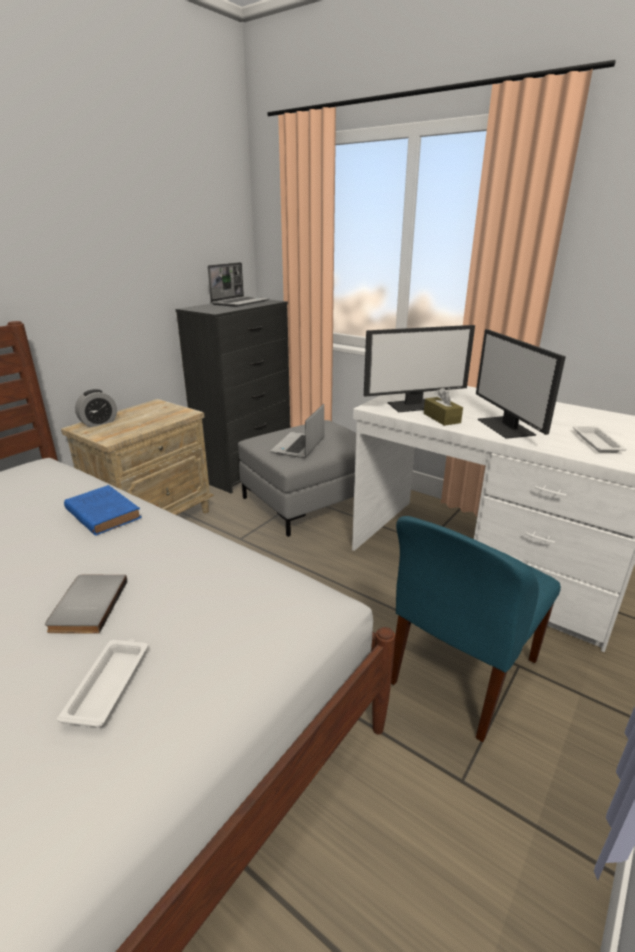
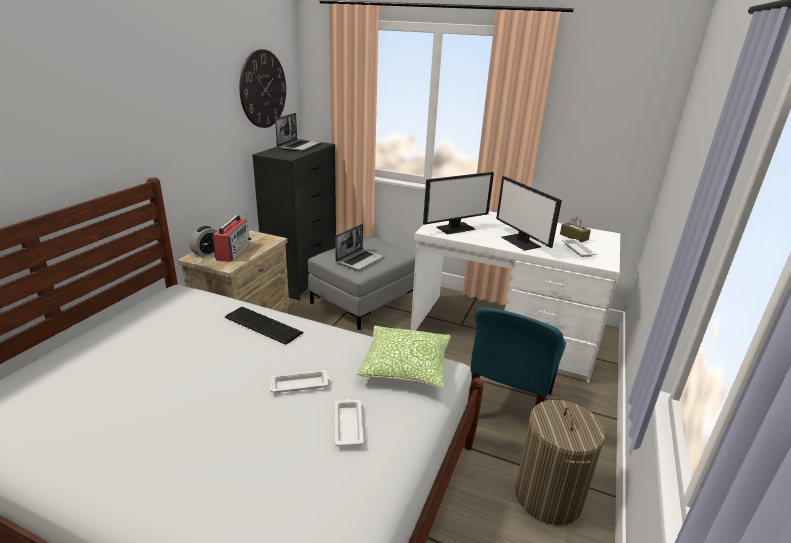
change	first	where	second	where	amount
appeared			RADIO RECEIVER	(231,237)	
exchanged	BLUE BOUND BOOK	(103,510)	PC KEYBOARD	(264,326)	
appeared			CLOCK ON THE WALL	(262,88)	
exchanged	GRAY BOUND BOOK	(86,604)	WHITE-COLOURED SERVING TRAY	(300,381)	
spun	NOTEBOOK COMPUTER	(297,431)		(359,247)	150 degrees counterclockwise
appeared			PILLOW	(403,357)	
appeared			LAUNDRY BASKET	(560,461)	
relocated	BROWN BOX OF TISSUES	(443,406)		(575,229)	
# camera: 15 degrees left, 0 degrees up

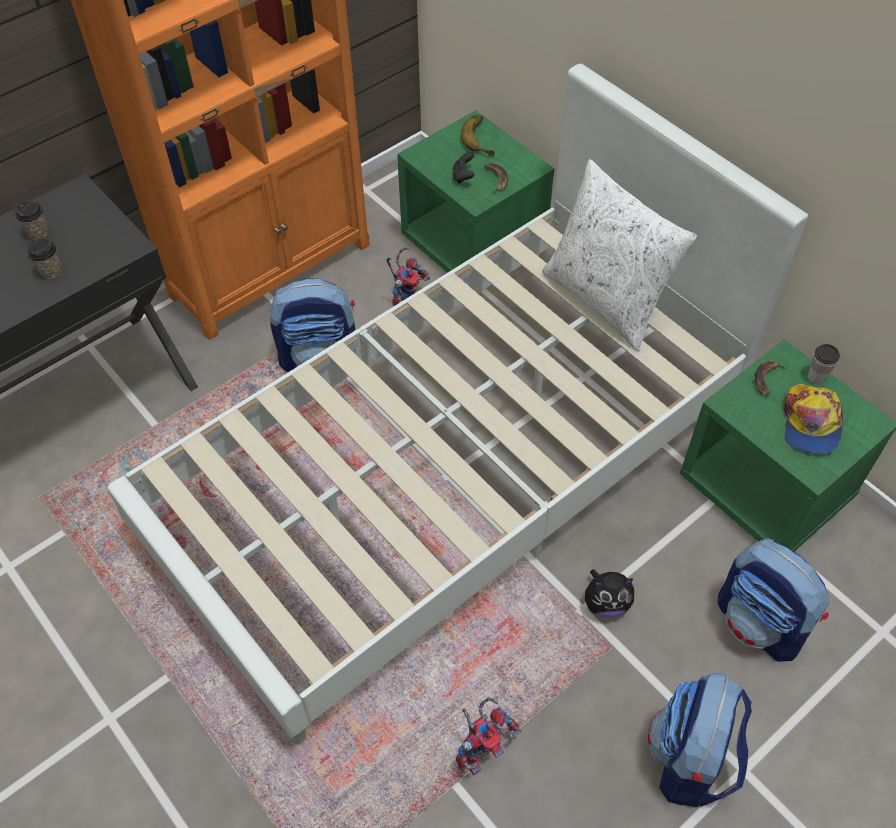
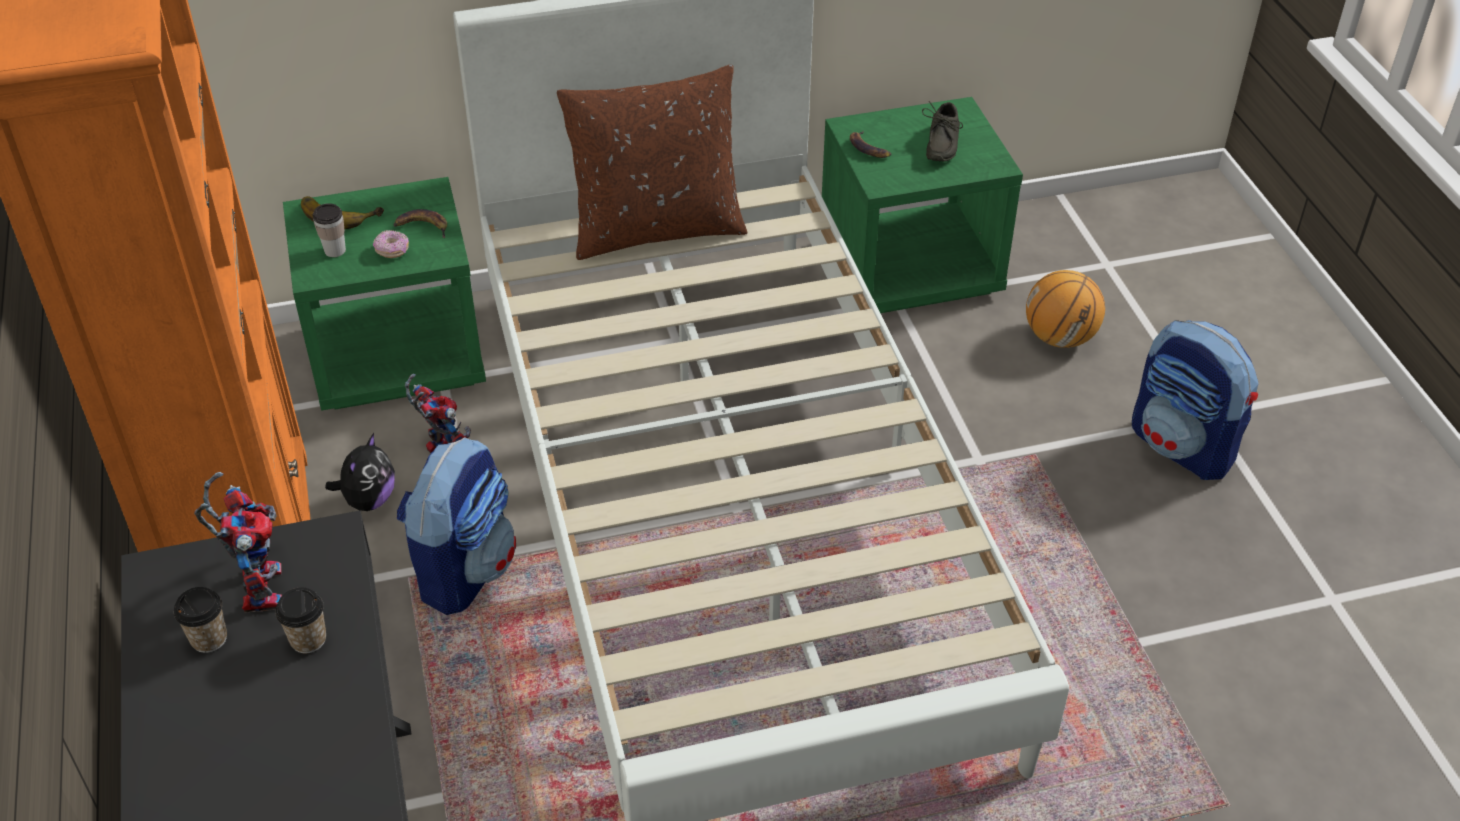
change	first	where	second	where	amount
relocated	TOY ROBOT	(488,736)		(238,542)	
relocated	SMALL CUP	(824,364)		(329,230)	
relocated	PLUSH TOY	(609,593)		(360,472)	
exchanged	BLACKISH GAMEPAD	(464,168)	DONUT	(391,244)	
colour	WHITE-COLOURED PILLOW	(619,255)	BROWN PILLOW	(652,162)	
exchanged	PEAKED CAP	(813,418)	GRAY LOW SHOE	(942,131)	
exchanged	KNAPSACK	(774,600)	BASKETBALL BALL	(1065,309)	
# camera: 65 degrees left, 10 degrees down

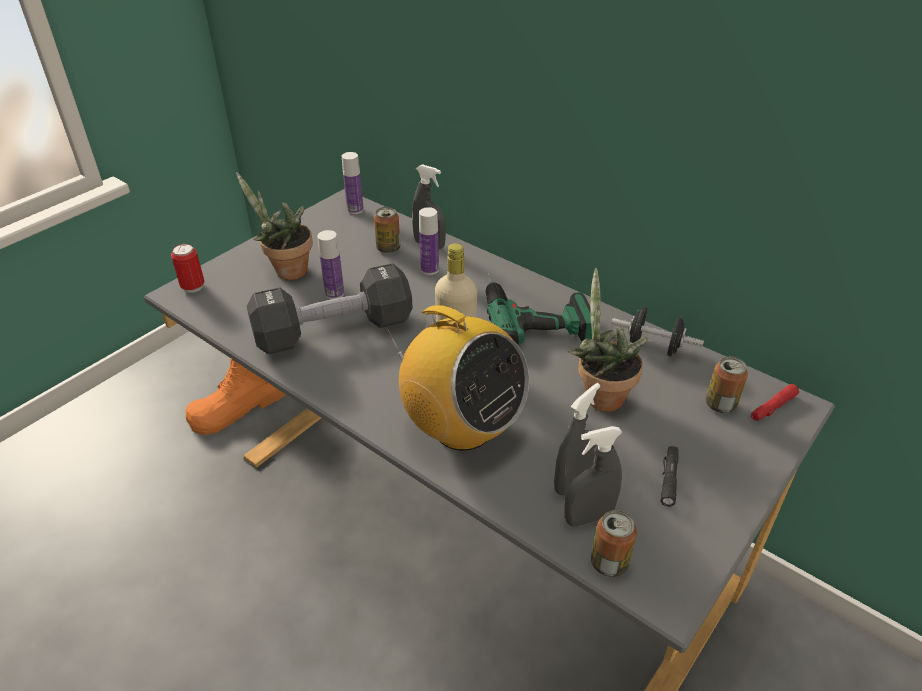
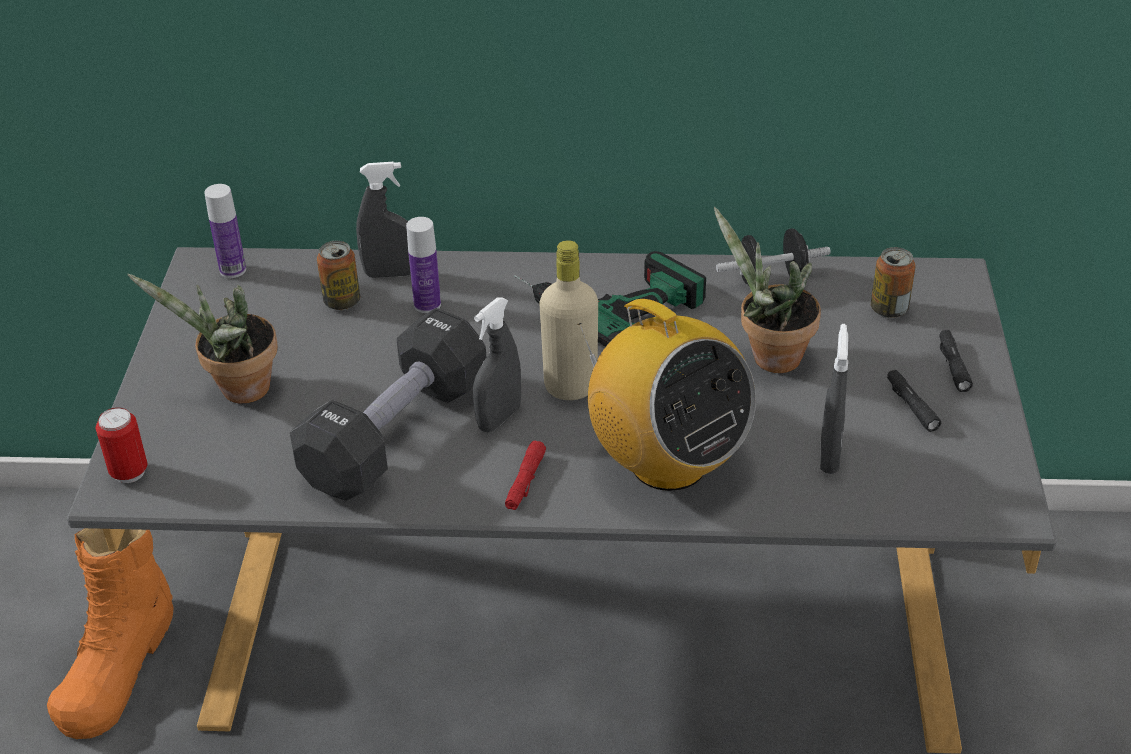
change	first	where	second	where	amount
relocated	GRAY SPRAY BOTTLE	(593,476)		(497,364)	
relocated	RED TORCH	(775,402)		(525,475)	
spun	RADIO RECEIVER	(458,378)		(667,395)	45 degrees clockwise
appeared			BLACKISH TORCH	(956,361)	
missing	BEVERAGE BOTTLE	(330,264)			
missing	SEALED CAN	(614,543)			
# camera: 35 degrees left, 0 degrees up

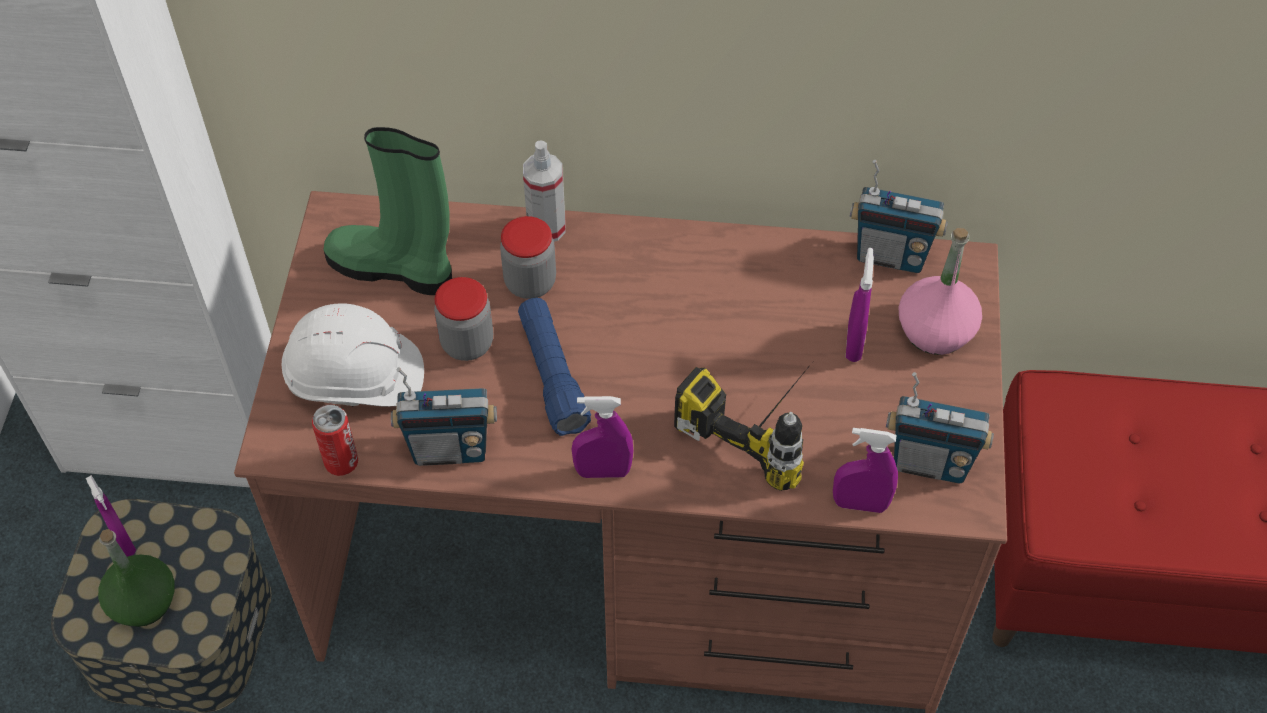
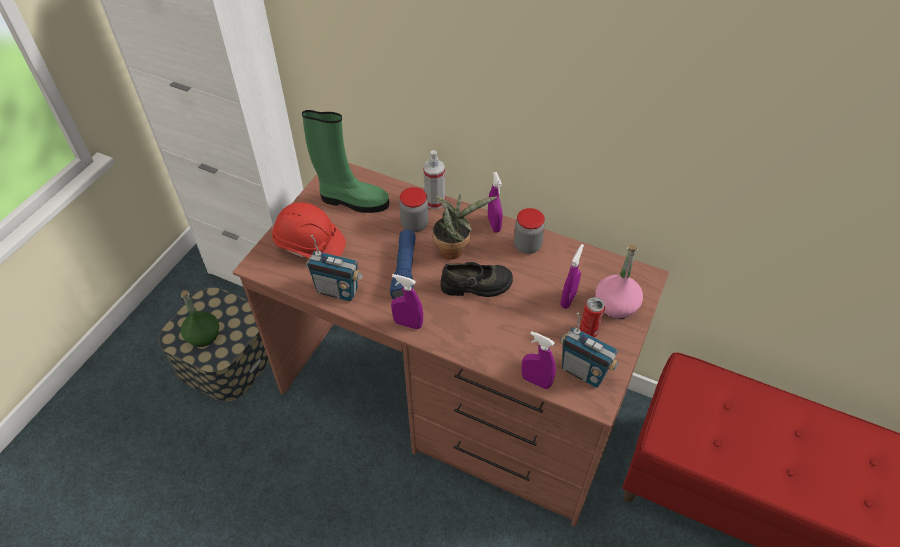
change	first	where	second	where	amount
colour	WHITE-COLOURED HARD HAT	(353,355)	RED HARD HAT	(309,230)	
spun	GREEN-COLOURED HIGH-TOP BOOT	(387,211)		(345,161)	150 degrees clockwise
appeared			POTTED PLANT	(464,227)	
appeared			BLACKISH LOW SHOE	(477,279)	
relocated	PURPLE-COLOURED SPRAY BOTTLE	(111,516)		(495,202)	
relocated	PRESERVE JAR	(463,319)		(529,231)	
relocated	SEALED CAN	(335,440)		(592,317)	
missing	ELECTRIC DRILL	(742,427)			
missing	RADIO RECEIVER	(899,216)			
# camera: 20 degrees right, 5 degrees down

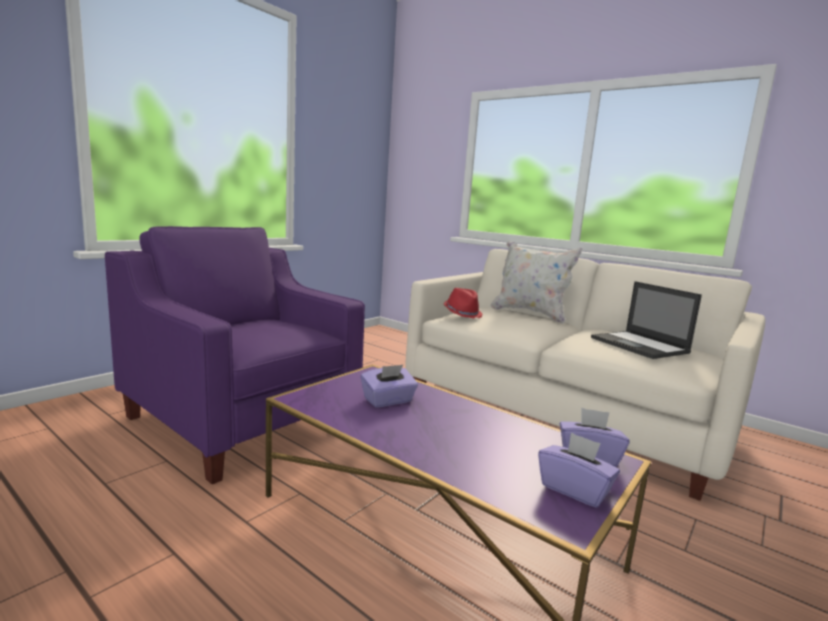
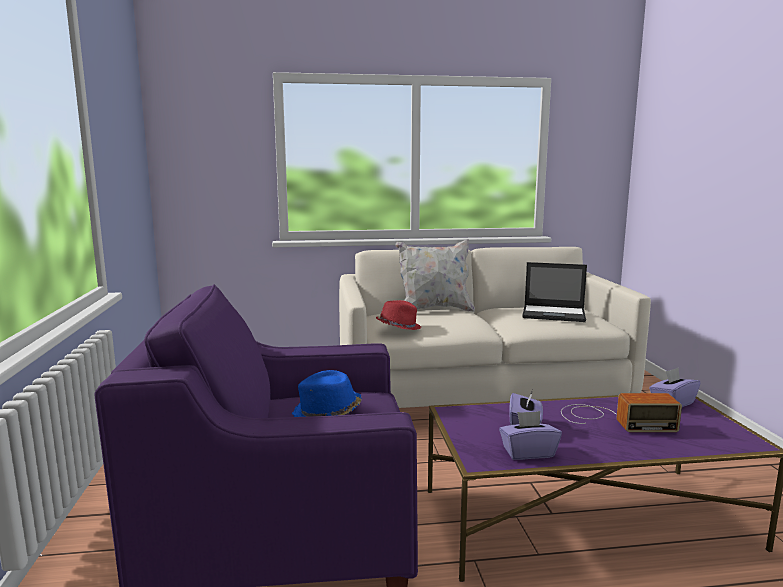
change	first	where	second	where	amount
appeared			BLUE CLOTHING HAT	(327,393)	
relocated	PURPLE-COLOURED BOX OF TISSUES	(579,470)		(530,435)	
appeared			RADIO RECEIVER	(621,412)	
# camera: 45 degrees left, 0 degrees up

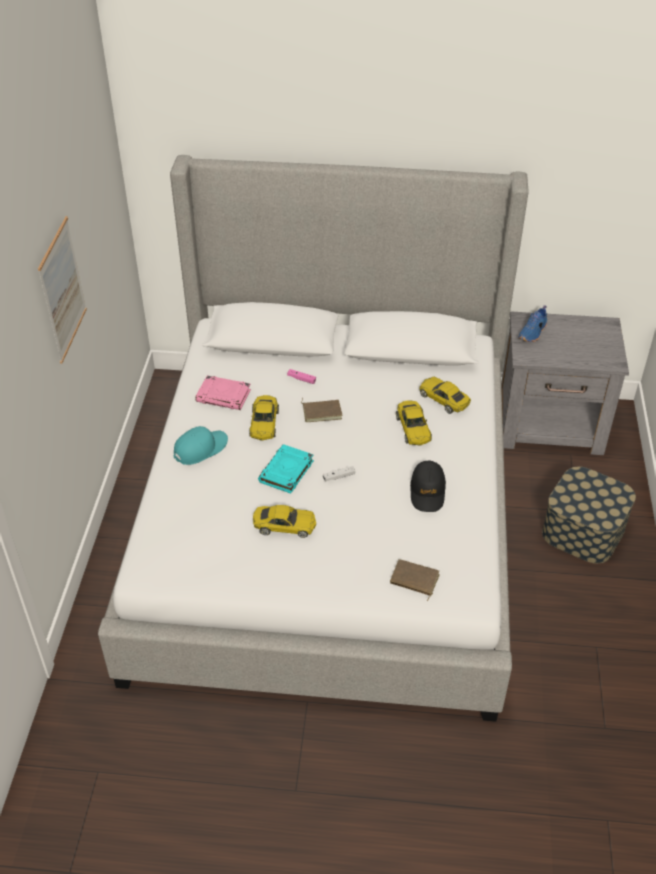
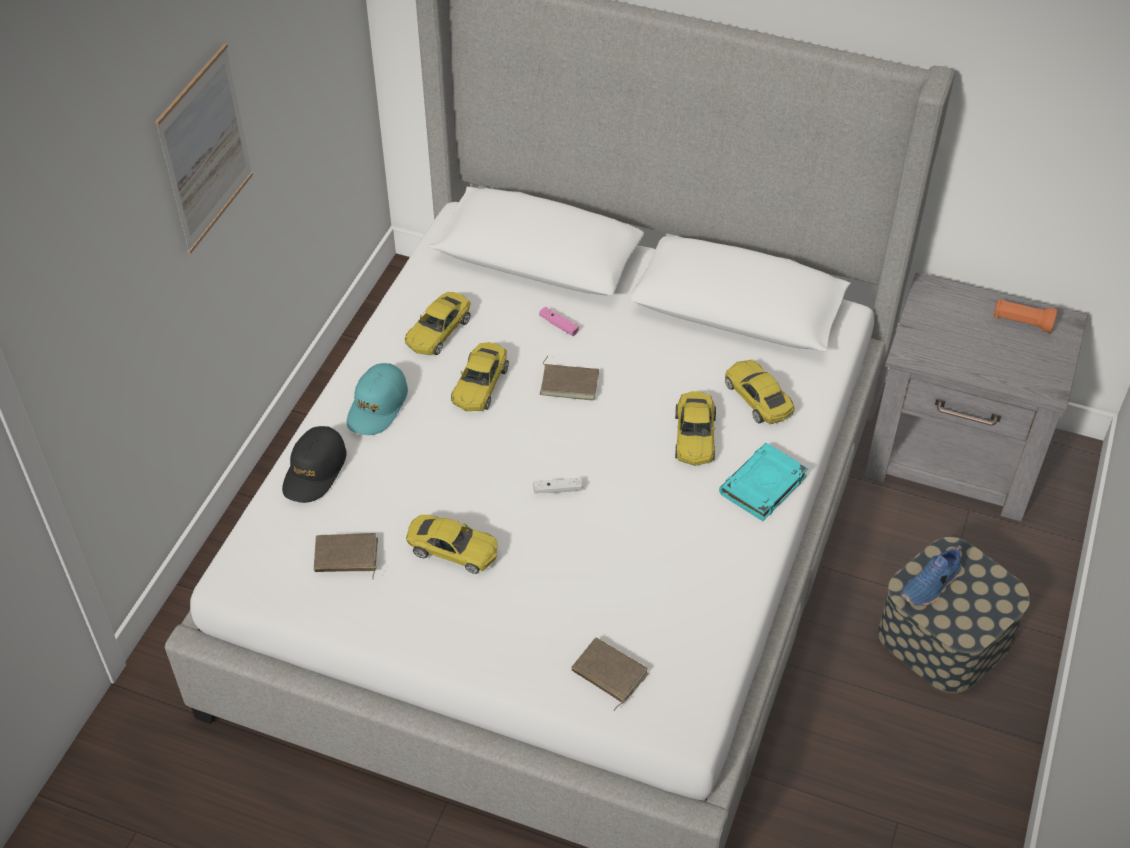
change	first	where	second	where	amount
relocated	BLACKISH PEAKED CAP	(428,486)		(314,464)	
appeared			BROWN BOUND BOOK	(346,556)	
spun	TURQUOISE-COLOURED PEAKED CAP	(200,445)		(377,399)	135 degrees clockwise
exchanged	PINK BOUND BOOK	(223,392)	YELLOW TOY CAR	(438,323)	
relocated	TURQUOISE-COLOURED BOUND BOOK	(286,469)		(763,482)	
relocated	BLUE LOW SHOE	(532,323)		(932,575)	
appeared			ORANGE-COLOURED TORCH	(1025,316)	
# camera: 15 degrees right, 5 degrees up

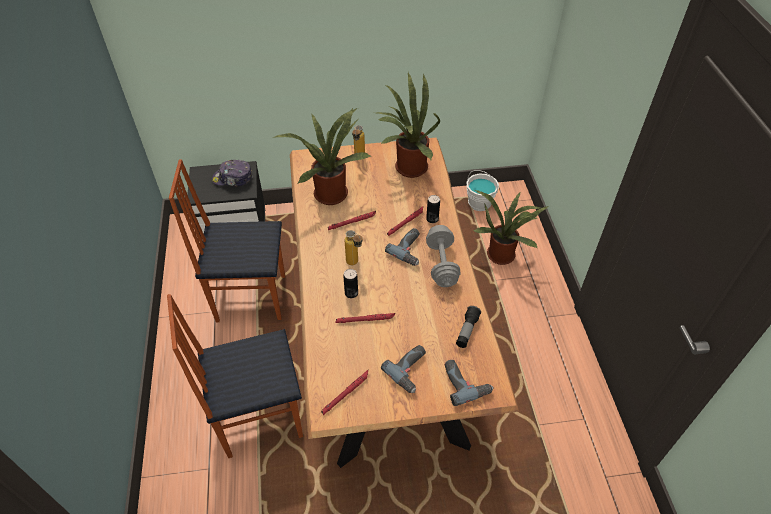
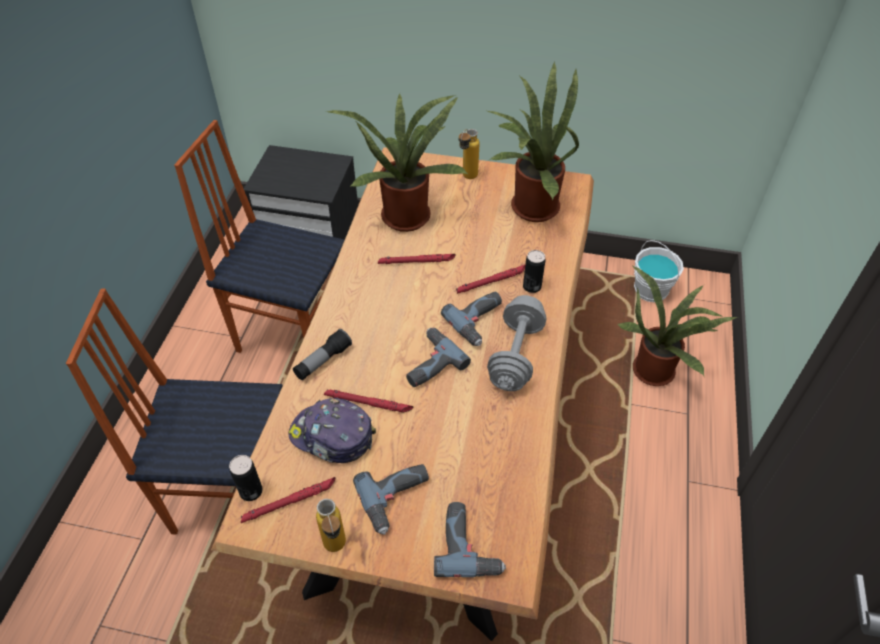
change	first	where	second	where	amount
relocated	SEALED CAN	(350,283)		(246,478)	
relocated	PEAKED CAP	(232,173)		(332,430)	
relocated	TORCH	(468,327)		(322,354)	
relocated	BEVERAGE BOTTLE	(353,247)		(331,525)	
appeared			ELECTRIC DRILL	(438,357)	
# camera: 20 degrees right, 0 degrees up

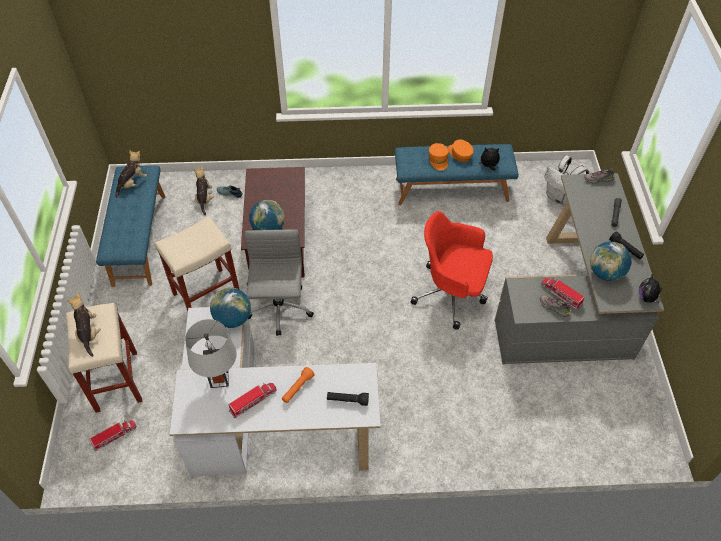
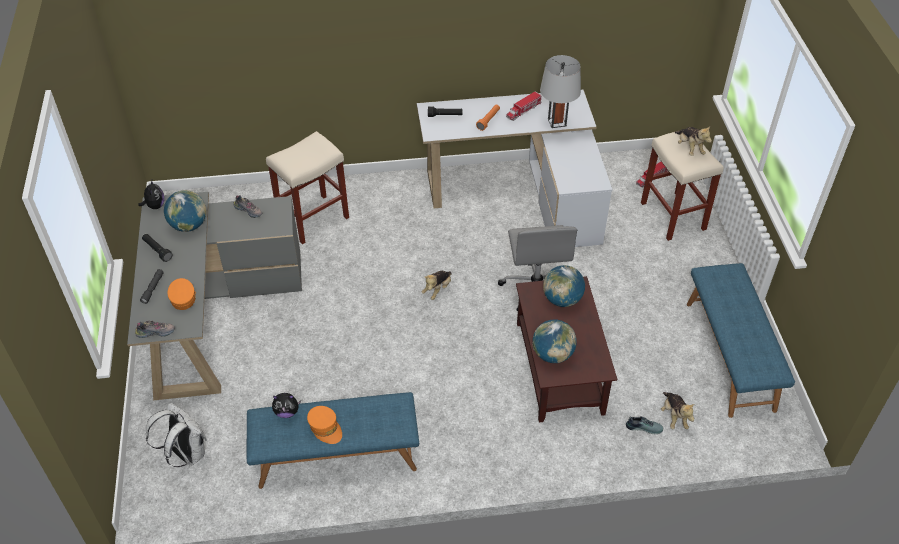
change	first	where	second	where	amount
relocated	ORANGE-COLOURED PEAKED CAP	(439,157)		(181,294)	
relocated	BEIGE STOOL	(197,263)		(307,187)	
relocated	PLUSH TOY	(131,174)		(436,285)	
relocated	WORLD GLOBE	(230,308)		(554,341)	
missing	RED OFFICE CHAIR	(451,270)			
missing	TOY TRUCK	(563,294)			
# camera: 175 degrees right, 5 degrees down

